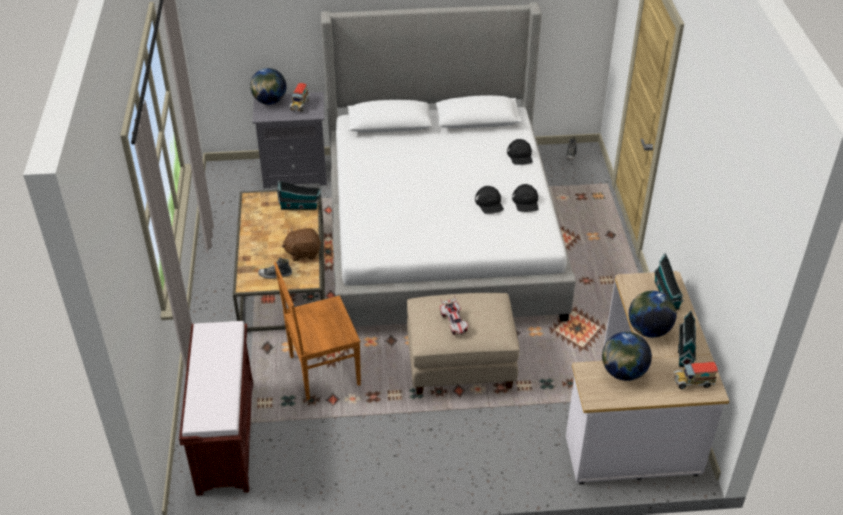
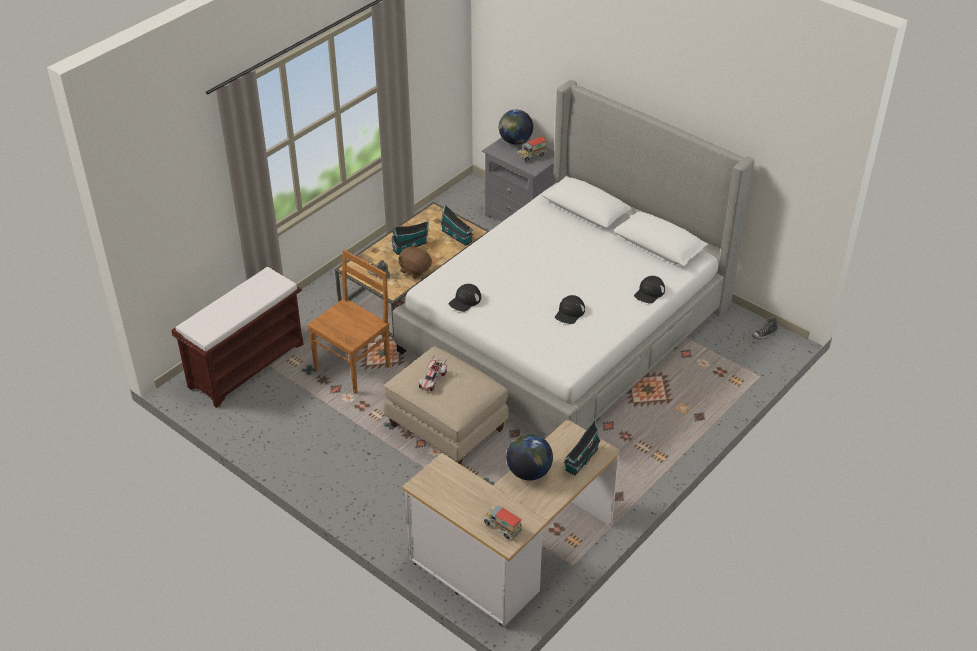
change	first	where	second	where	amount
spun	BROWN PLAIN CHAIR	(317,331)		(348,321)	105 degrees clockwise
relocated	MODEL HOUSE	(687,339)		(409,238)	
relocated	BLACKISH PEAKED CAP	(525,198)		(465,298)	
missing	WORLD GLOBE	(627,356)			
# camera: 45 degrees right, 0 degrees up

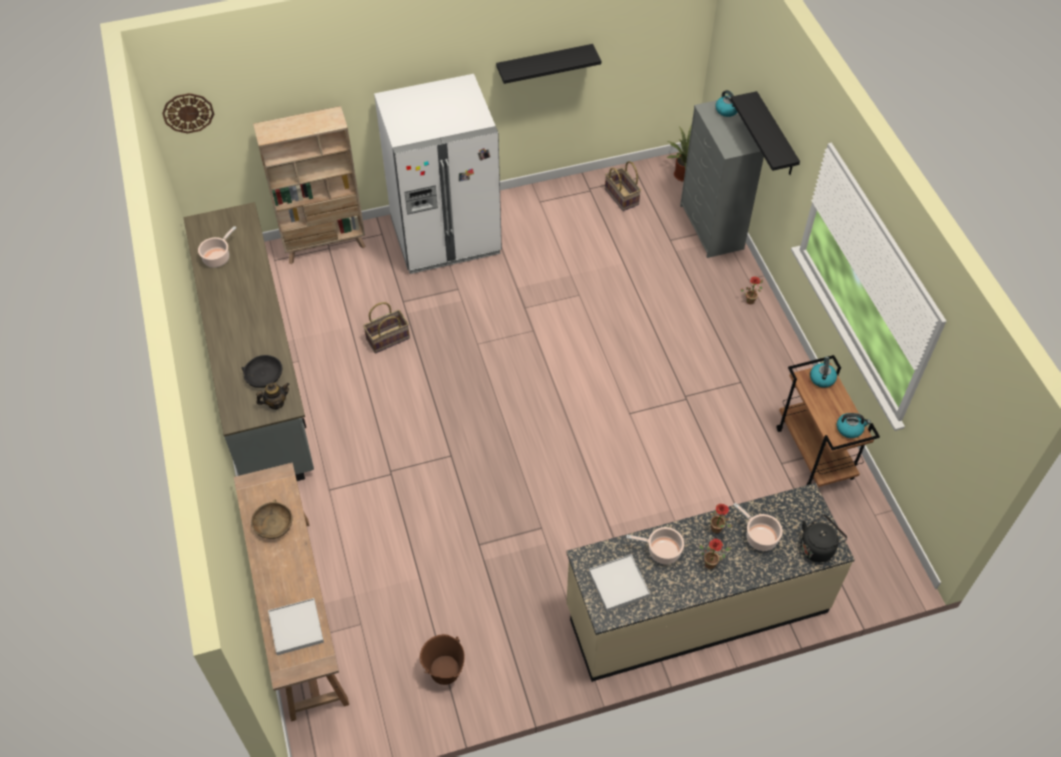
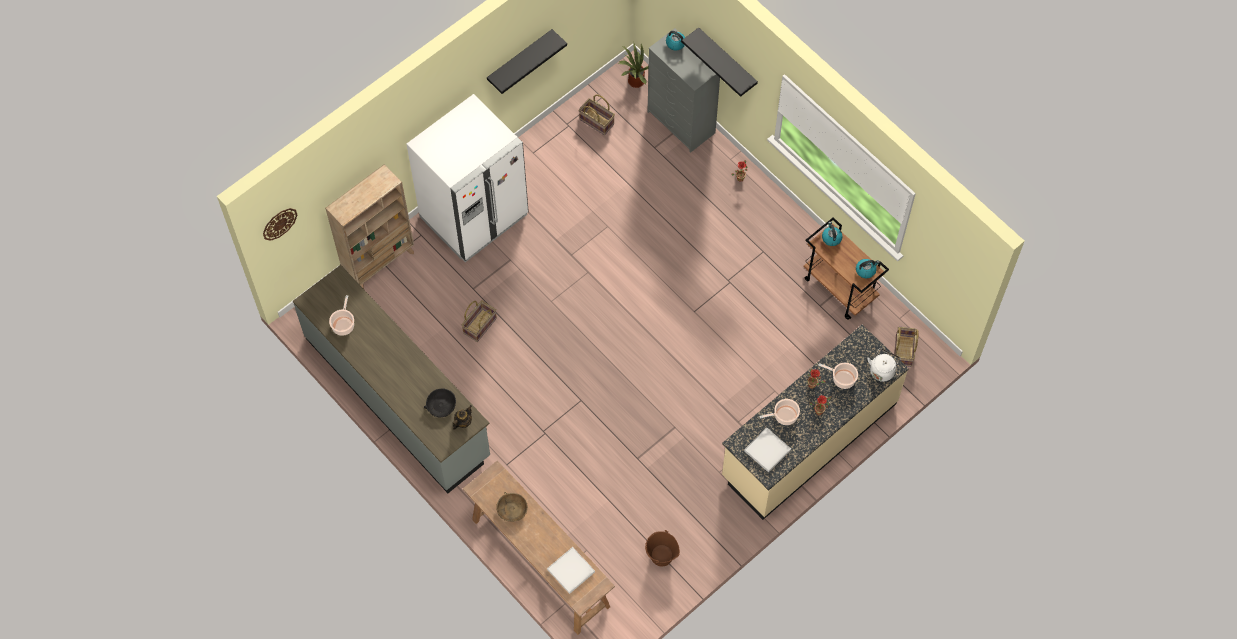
change	first	where	second	where	amount
colour	BLACKISH TEA KETTLE	(824,538)	WHITE-COLOURED TEA KETTLE	(884,365)	
appeared			BASKET	(906,347)	
# camera: 25 degrees left, 10 degrees up

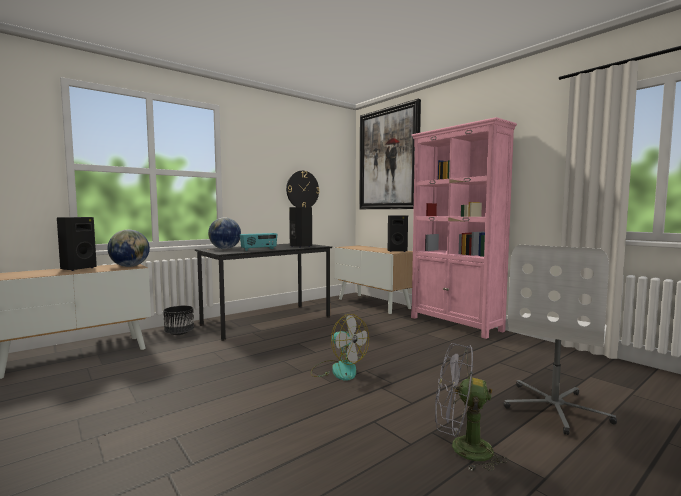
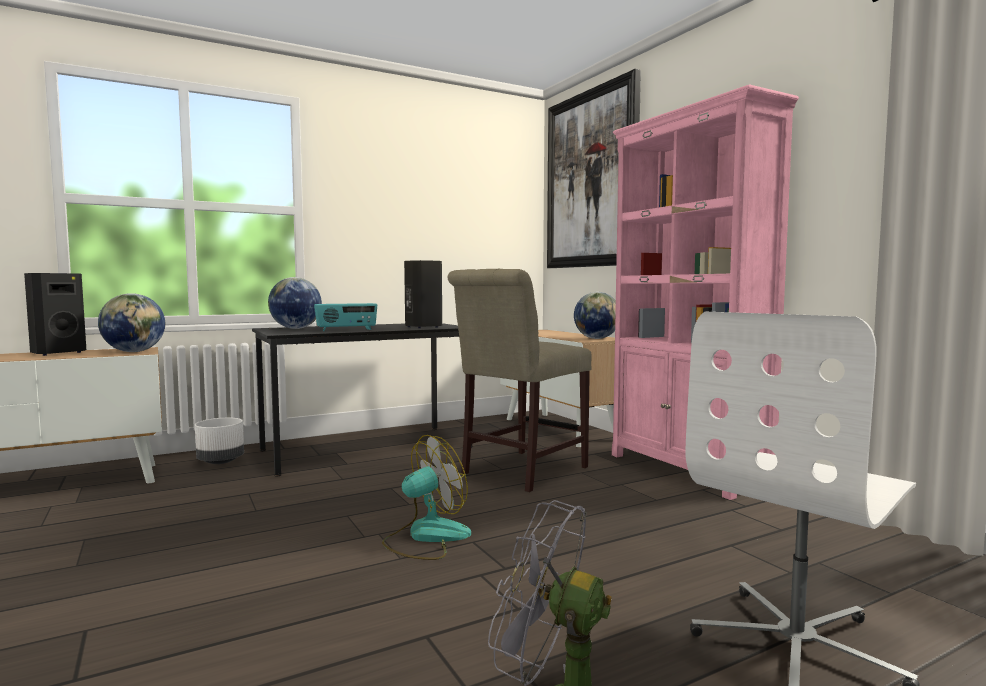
change	first	where	second	where	amount
colour	BLACKISH PLANTER	(178,320)	WHITE-COLOURED PLANTER	(219,441)	
spun	FAN	(340,347)		(426,497)	90 degrees counterclockwise
appeared			BEIGE PLAIN CHAIR	(520,380)	
exchanged	BLACKISH SPEAKER	(398,233)	WORLD GLOBE	(595,315)	
missing	CLOCK ON THE WALL	(303,189)			
# camera: 10 degrees right, 0 degrees up

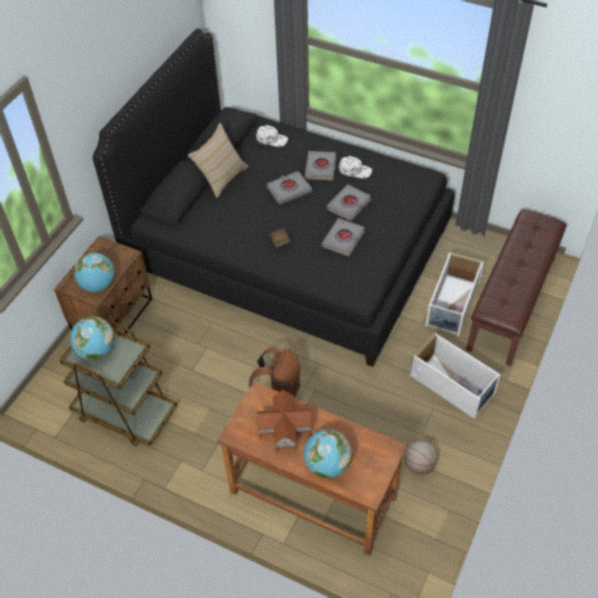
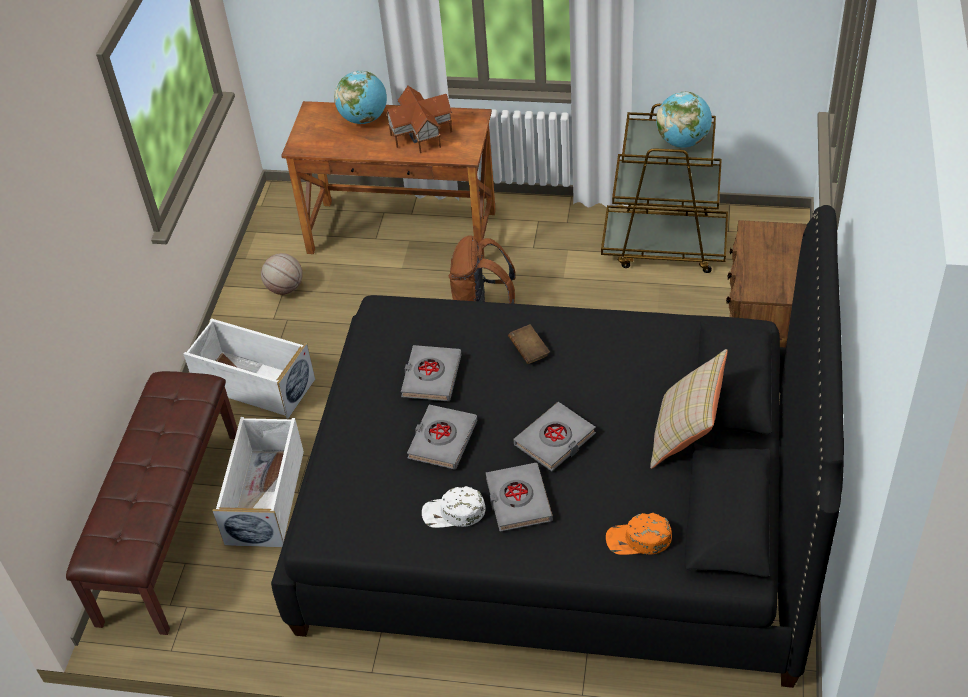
change	first	where	second	where	amount
colour	WHITE-COLOURED PEAKED CAP	(272,136)	ORANGE-COLOURED PEAKED CAP	(639,534)	
missing	WORLD GLOBE	(94,272)			
# camera: 165 degrees right, 5 degrees down

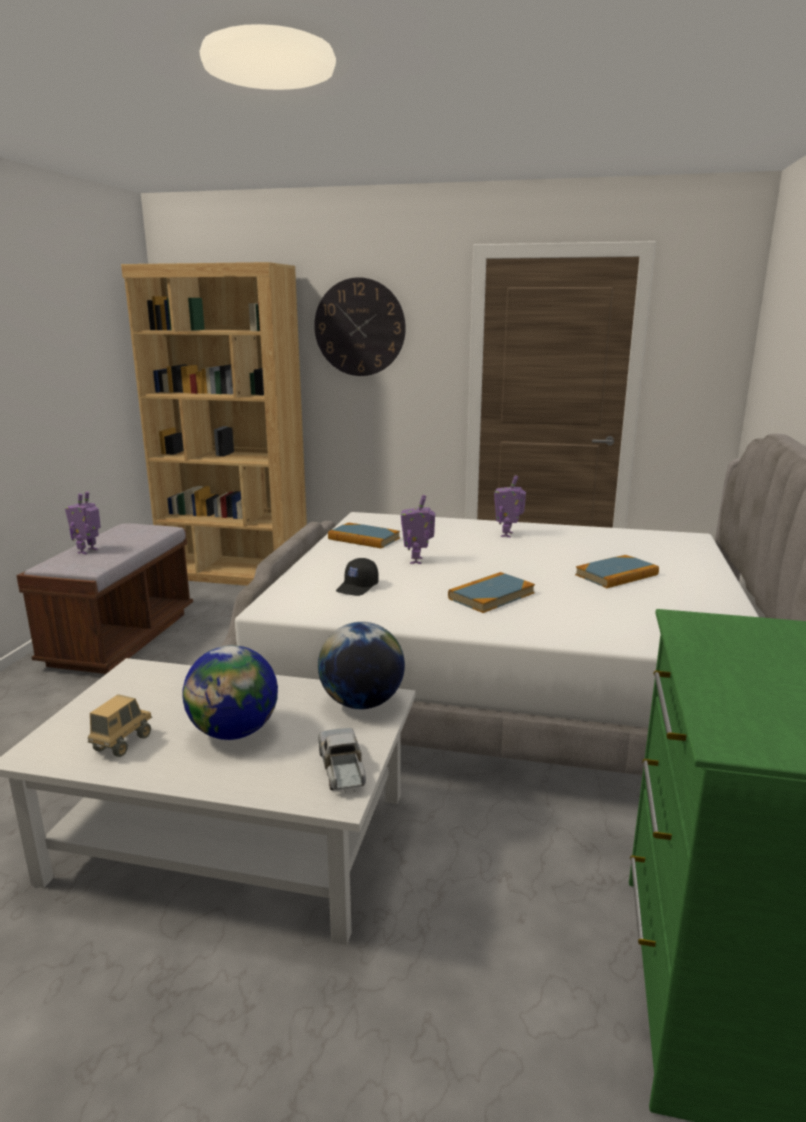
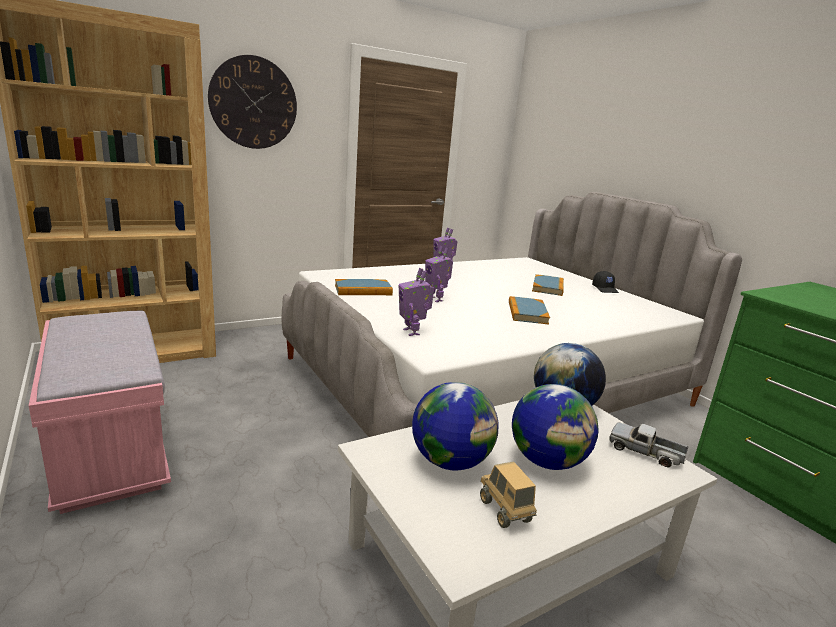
change	first	where	second	where	amount
colour	BROWN INDOOR BENCH	(104,598)	PINK INDOOR BENCH	(100,412)	
relocated	TOY ROBOT	(83,522)		(416,302)	
appeared			WORLD GLOBE	(455,426)	
relocated	BLACKISH PEAKED CAP	(357,577)		(605,282)	
# camera: 45 degrees left, 0 degrees up

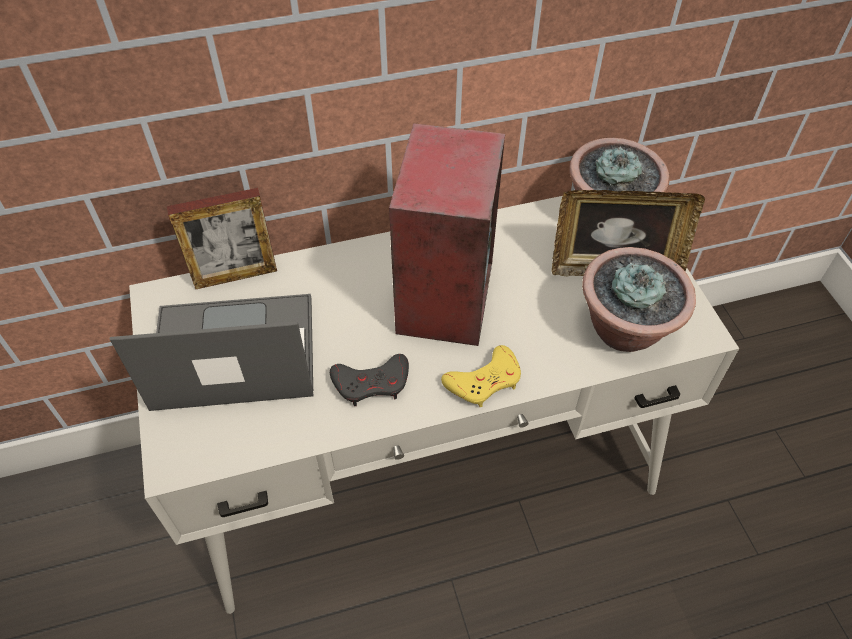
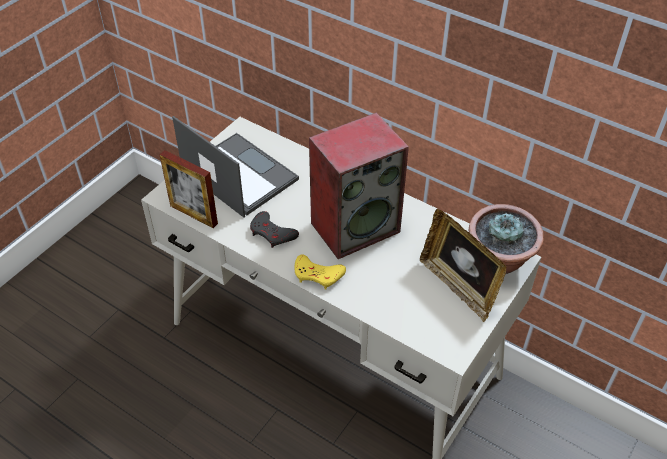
change	first	where	second	where	amount
relocated	PHOTO FRAME	(222,238)		(188,189)	
missing	POTTED PLANT	(639,299)			
# camera: 50 degrees right, 5 degrees down

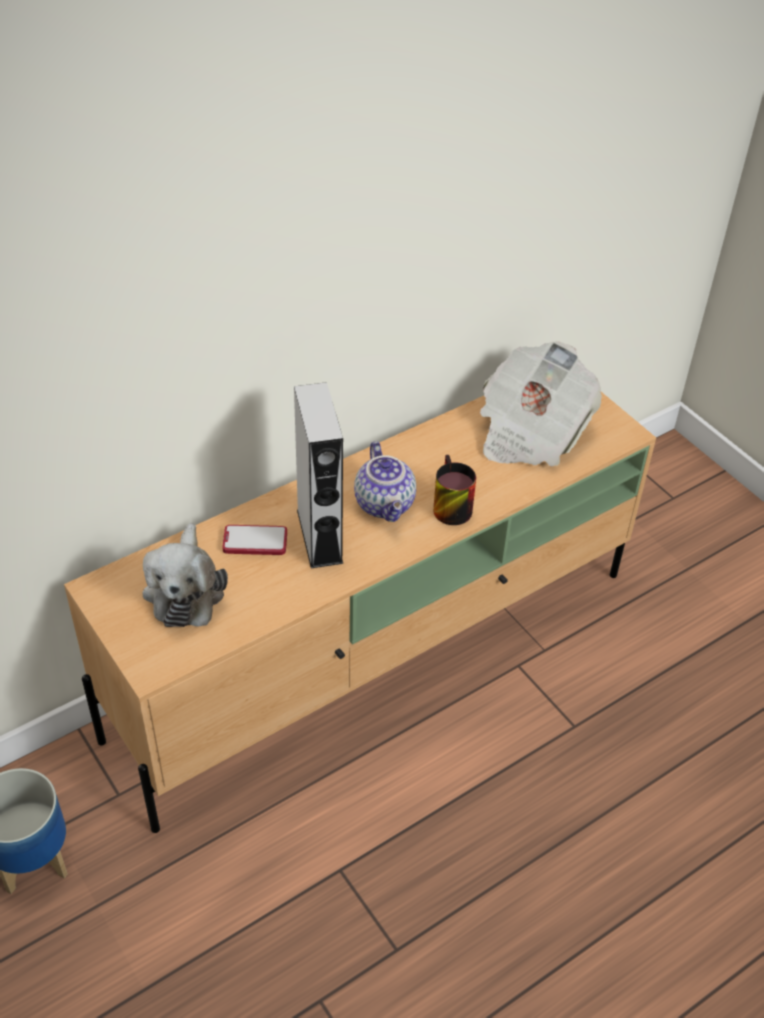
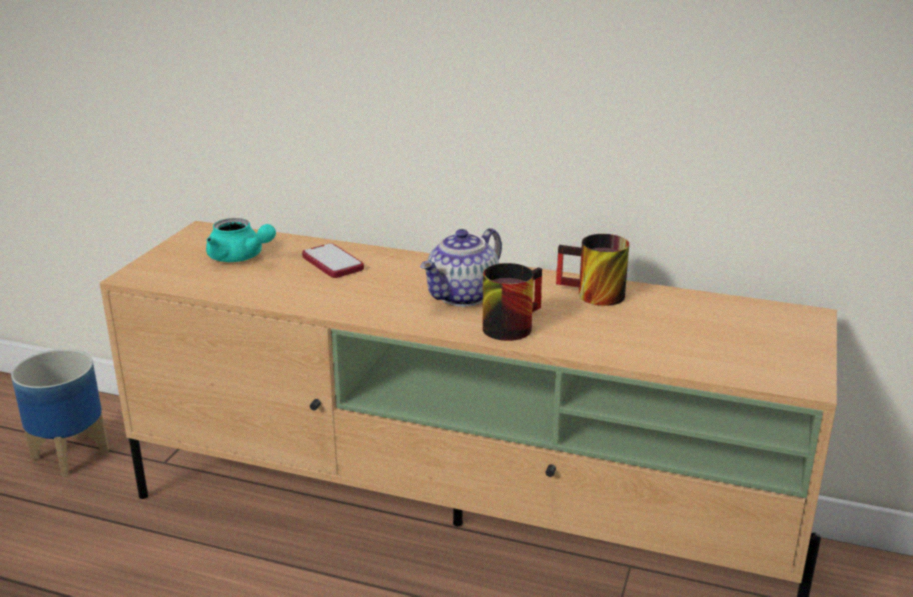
change	first	where	second	where	amount
exchanged	PLUSH TOY	(185,575)	TURQUOISE-COLOURED POT FOR TEA	(241,240)	
appeared			MUG	(592,270)	
missing	GRAY SPEAKER	(318,475)			
missing	NEWSPAPER	(541,404)			
# camera: 55 degrees right, 20 degrees down

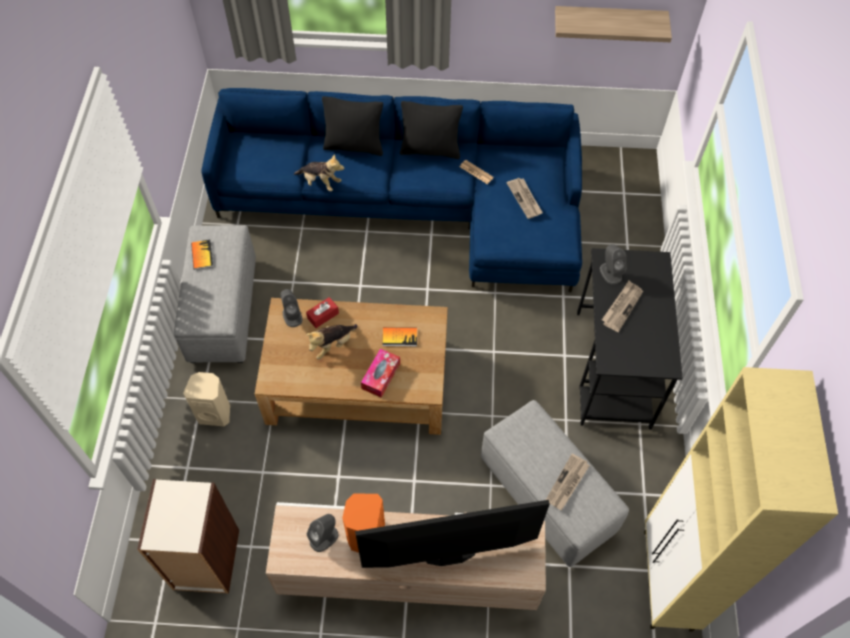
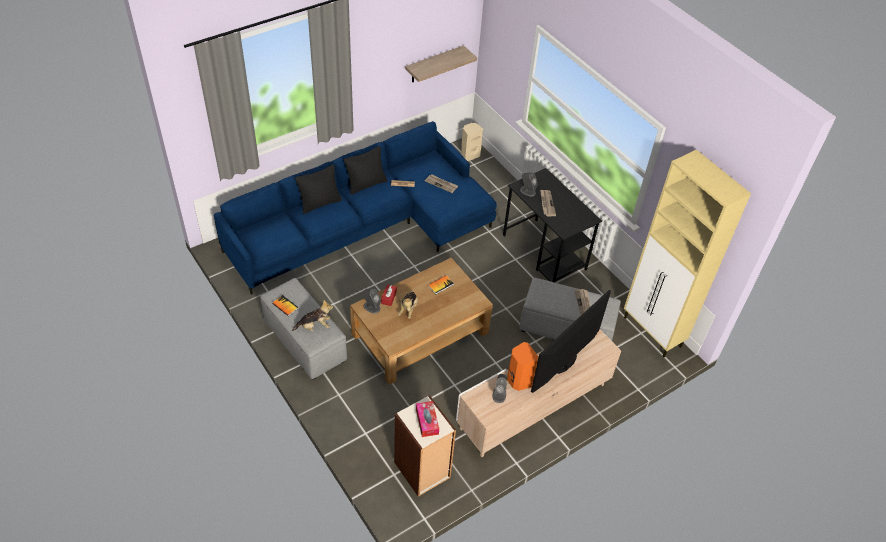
change	first	where	second	where	amount
relocated	PLUSH TOY	(319,172)		(312,315)	
relocated	BOX OF TISSUES	(380,373)		(427,419)	
relocated	BEIGE SPEAKER	(206,399)		(472,142)	
# camera: 40 degrees left, 10 degrees down

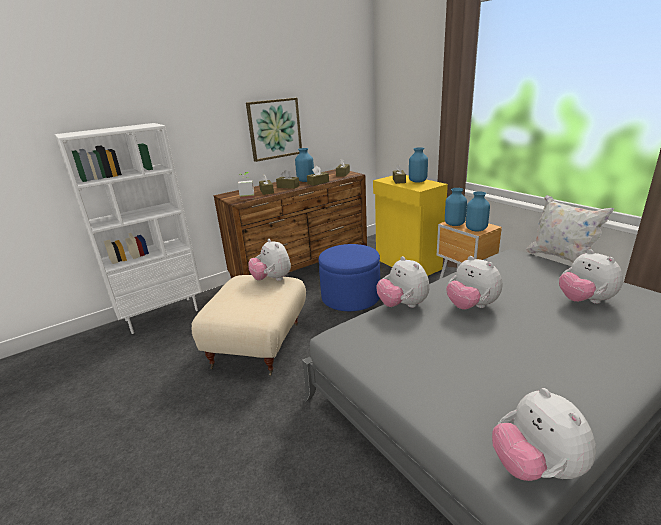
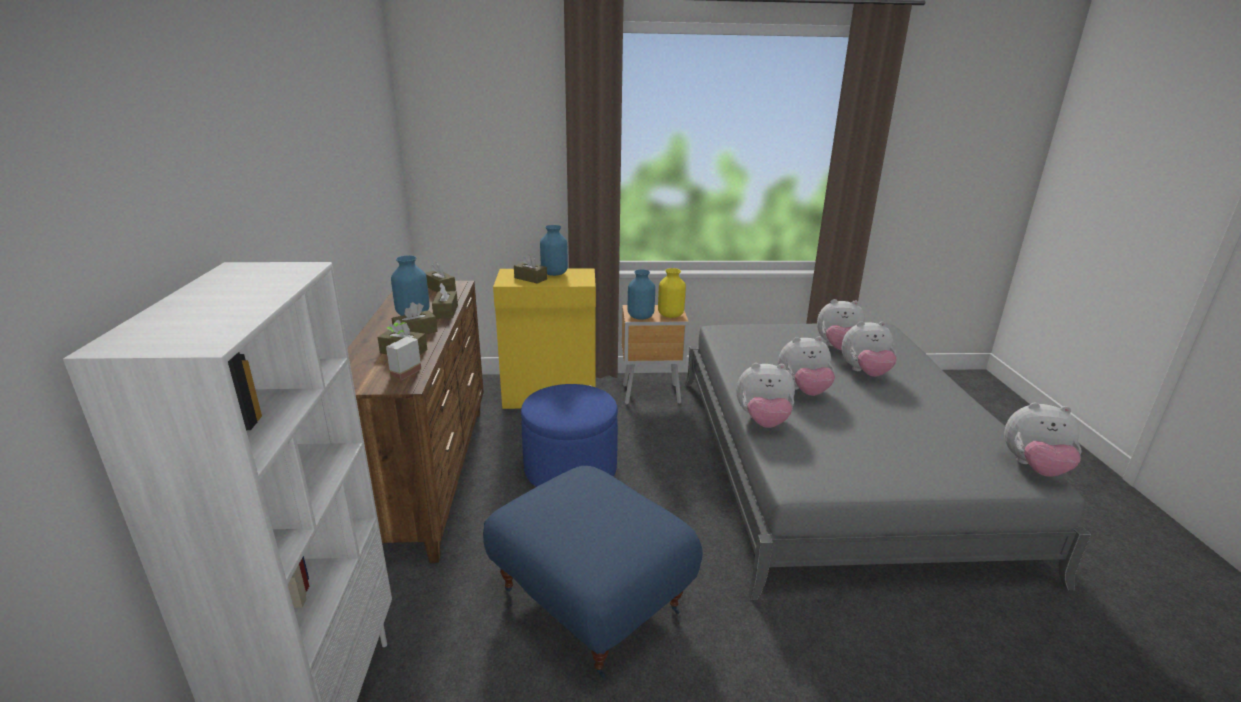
change	first	where	second	where	amount
colour	BEIGE FOOTREST	(249,325)	BLUE FOOTREST	(593,572)	
colour	BLUE FLOWER VASE	(478,211)	YELLOW FLOWER VASE	(672,293)	
relocated	PLUSH TOY	(269,260)		(869,349)	
missing	WALL ART	(274,130)			
missing	WHITE-COLOURED PILLOW	(570,229)			
# camera: 60 degrees left, 0 degrees up

